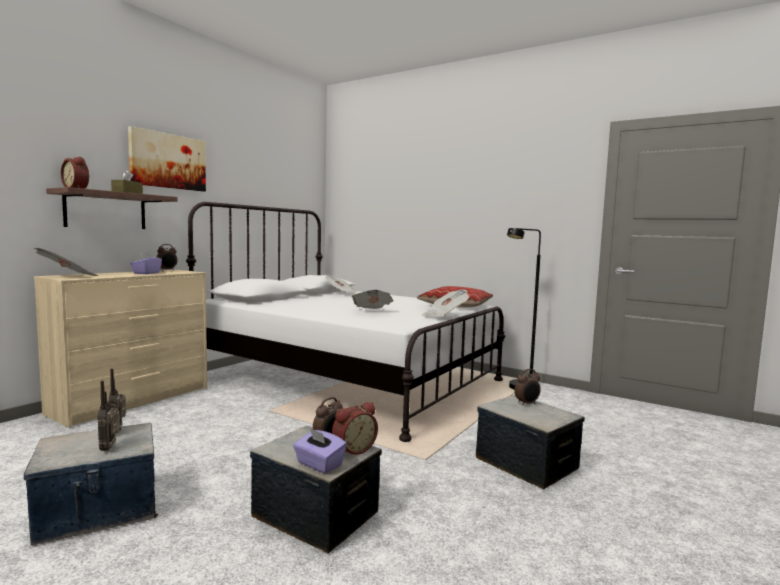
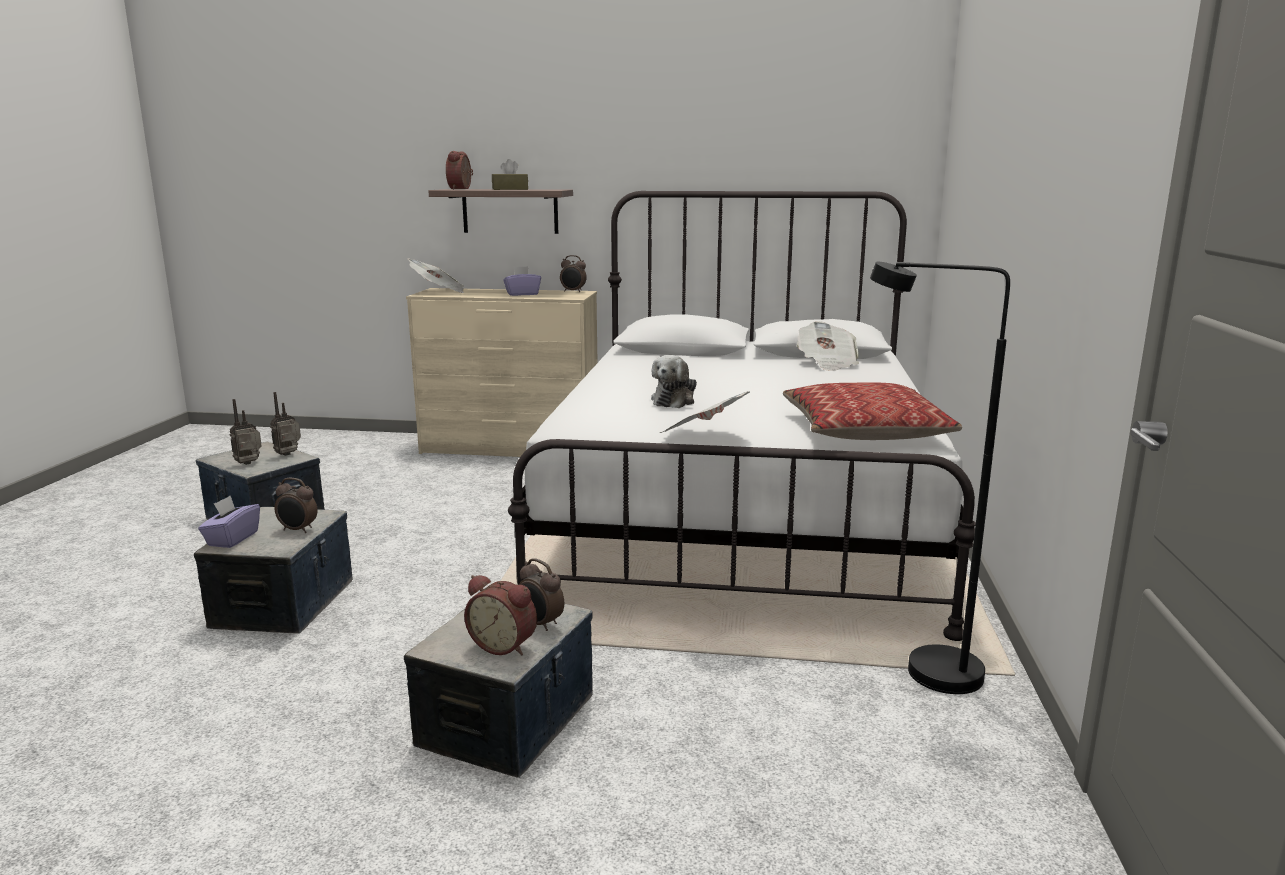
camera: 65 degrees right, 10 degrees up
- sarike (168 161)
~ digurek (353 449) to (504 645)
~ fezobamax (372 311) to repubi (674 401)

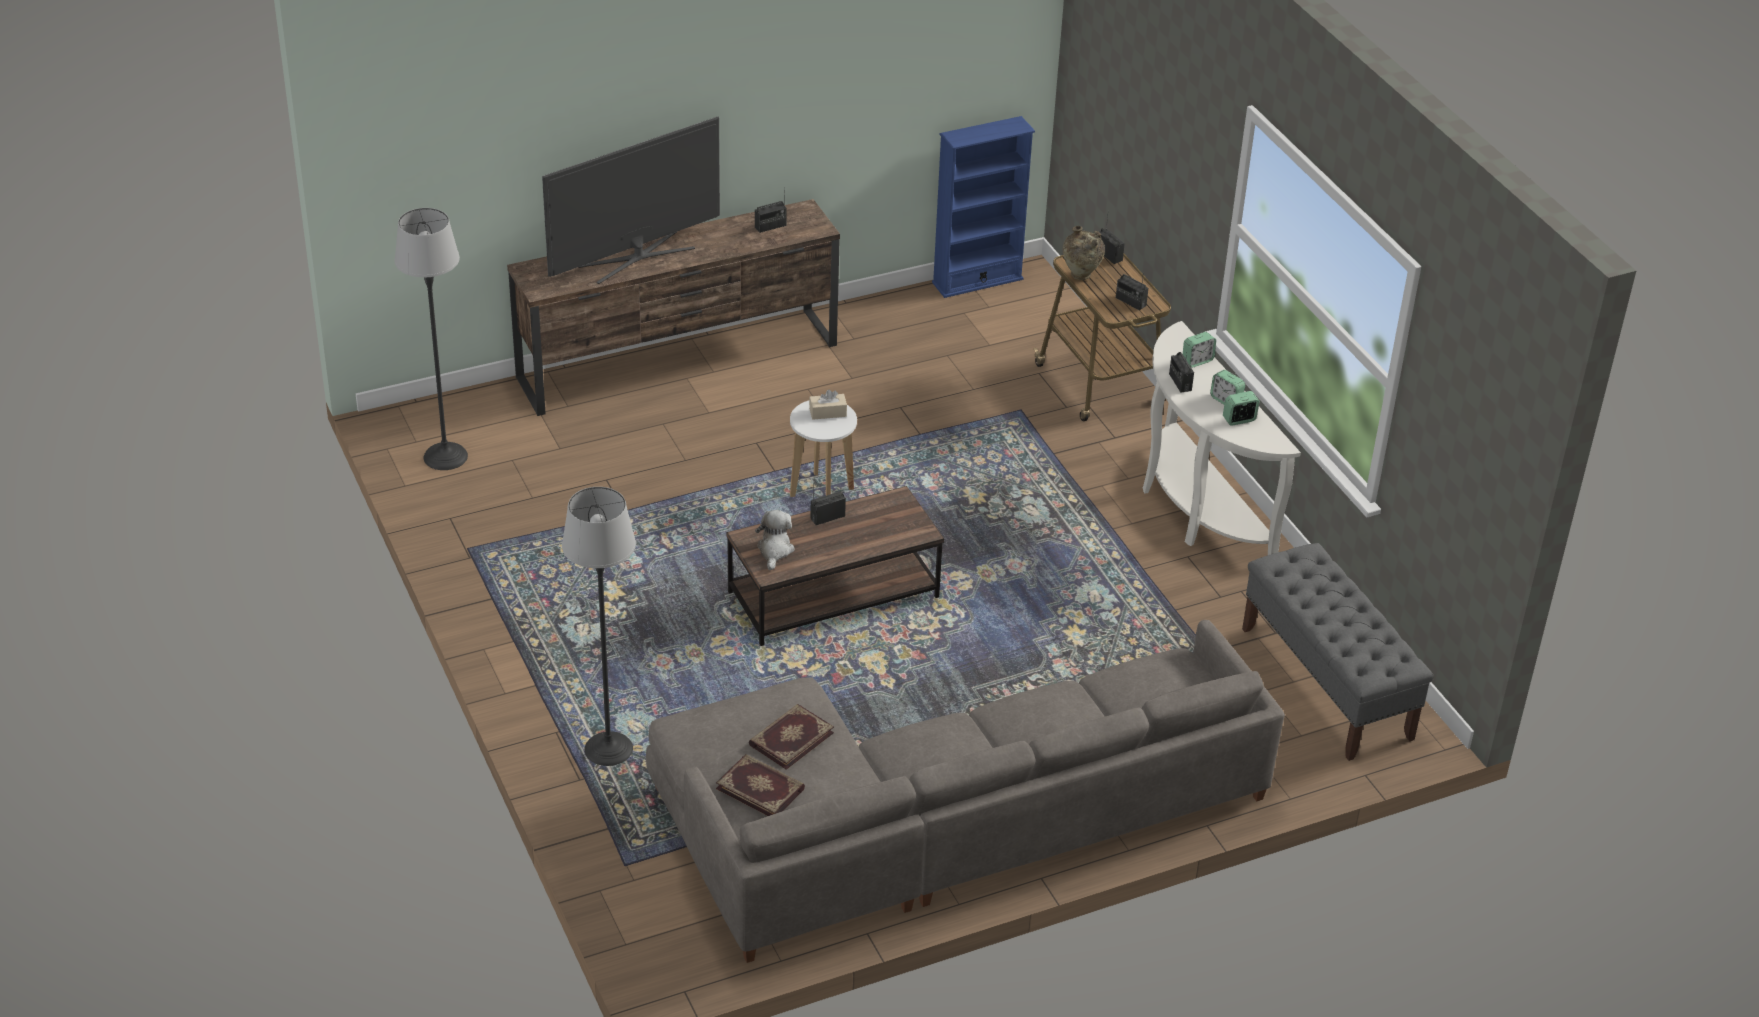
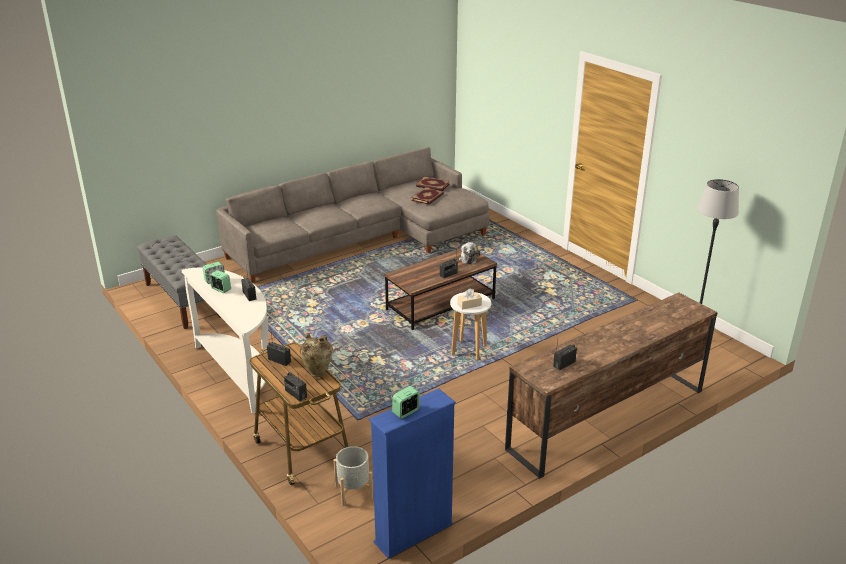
camera: 170 degrees right, 10 degrees down
- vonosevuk (637 257)
- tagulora (608 749)
~ digurek (1197 361) to (406 412)
+ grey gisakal (353 491)

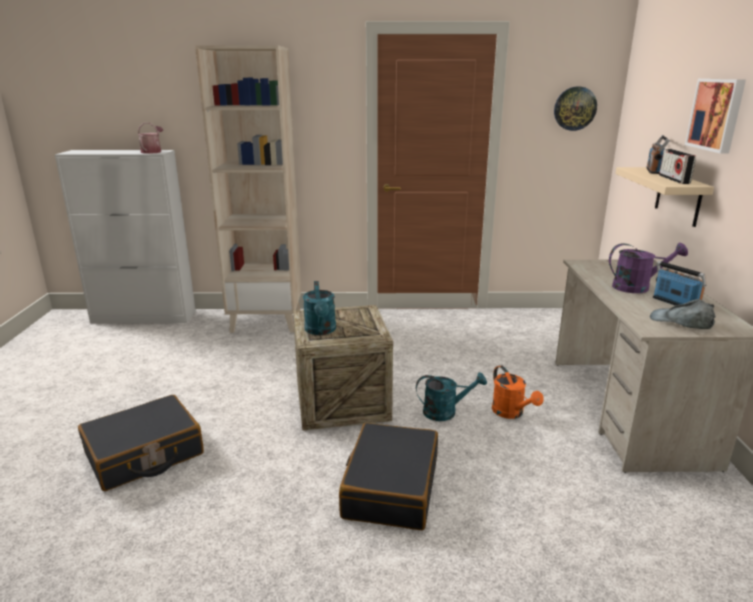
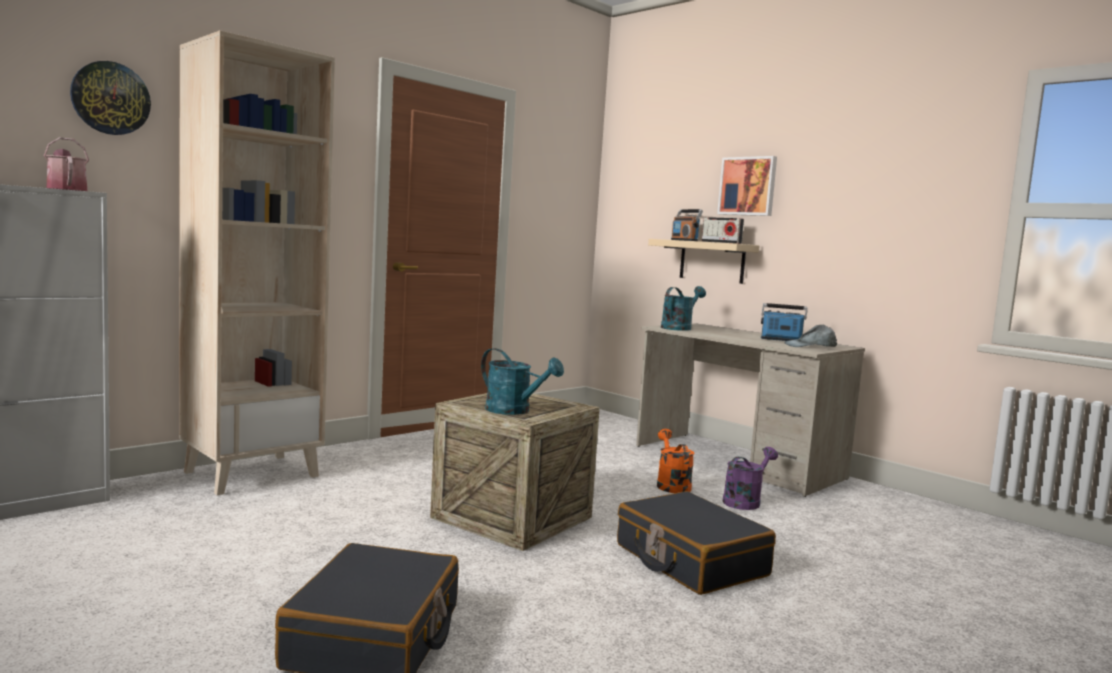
camera: 45 degrees left, 15 degrees down
~ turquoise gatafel (445 412) to (679 328)
~ orange gatafel (511 413) = (671 485) 120 degrees counterclockwise
~ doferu (574 108) to (110 98)
~ purple gatafel (637 287) to (745 501)

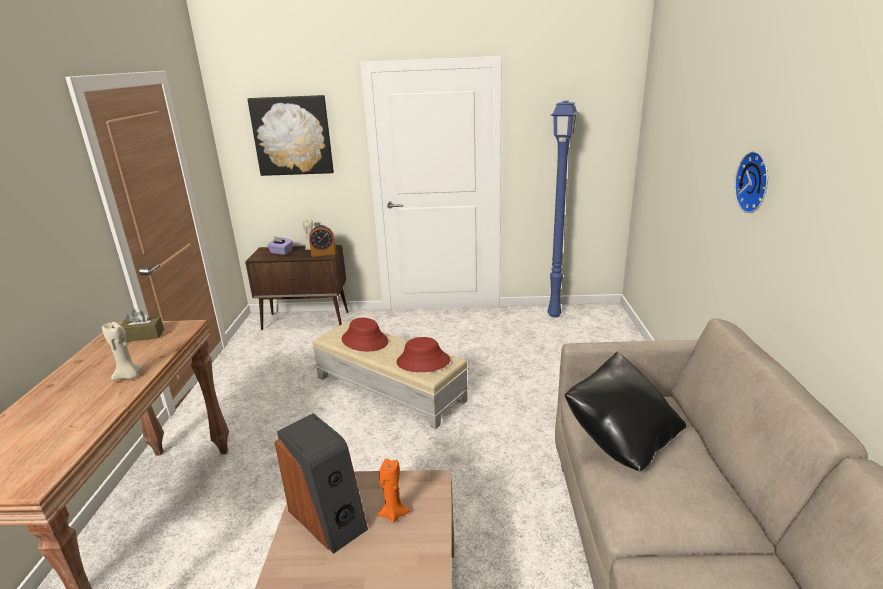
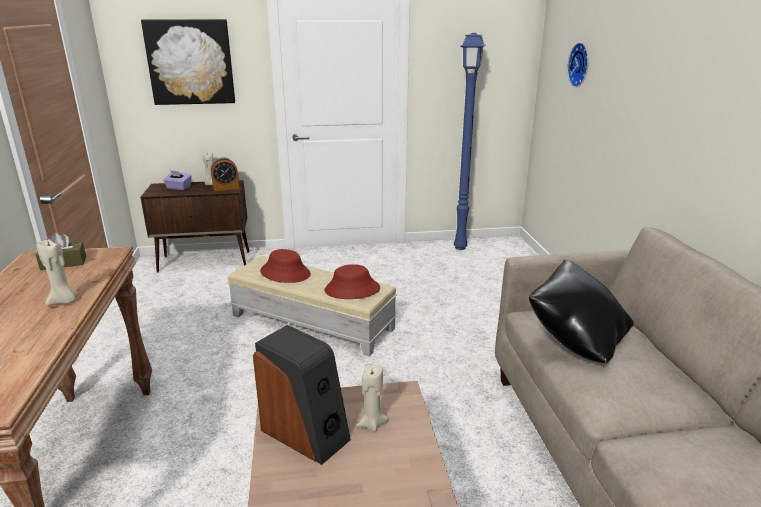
camera: 10 degrees left, 0 degrees up
~ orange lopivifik (393 514) to beige lopivifik (372 424)
~ doferu (755 182) to (581 65)

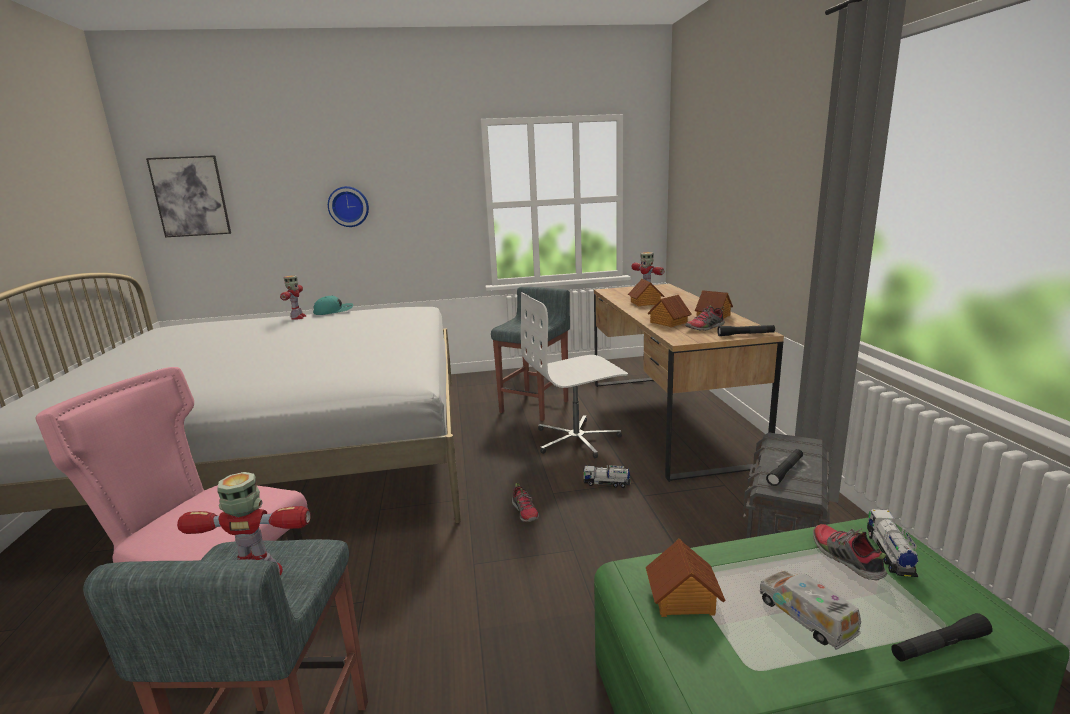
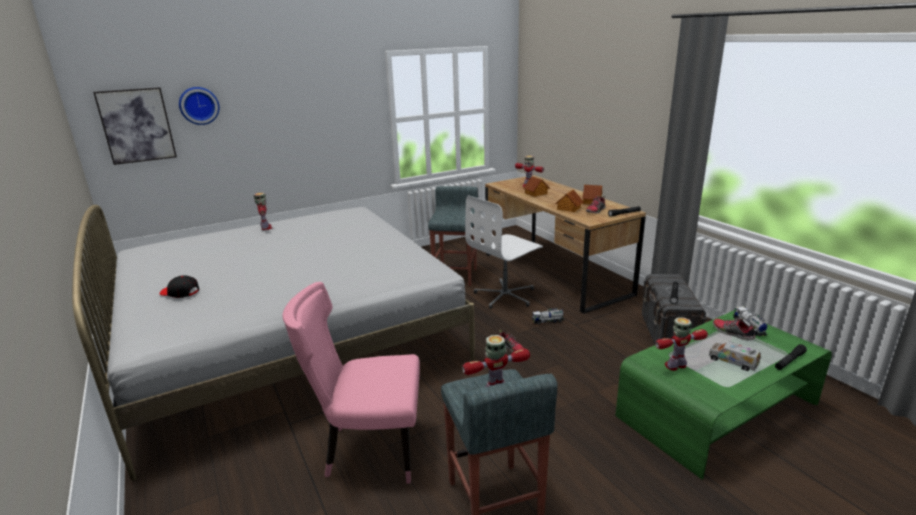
camera: 20 degrees left, 5 degrees up
- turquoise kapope (334 311)
~ doferu (348 206) to (199 105)
~ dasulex (682 598) to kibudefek (676 366)
+ black kapope (180 292)

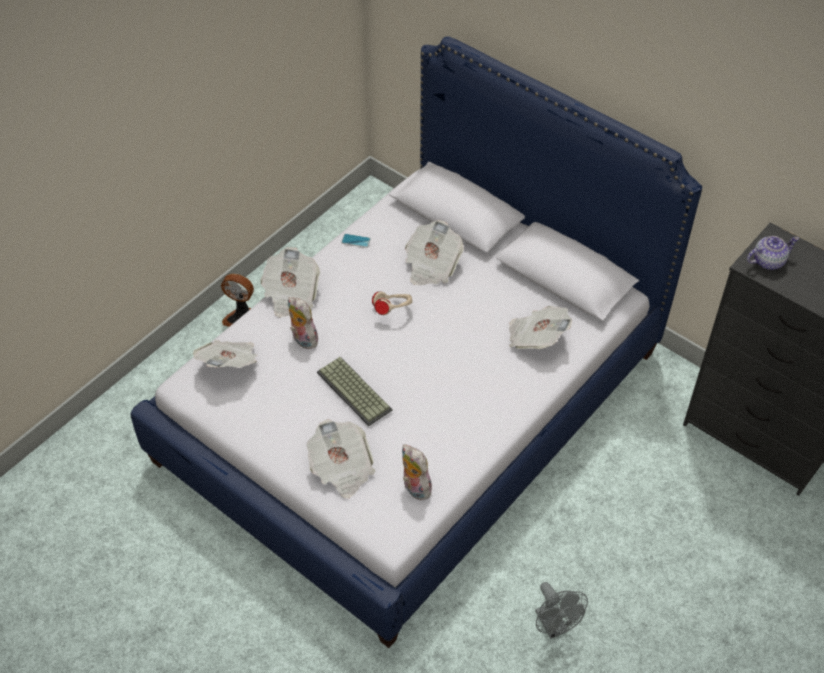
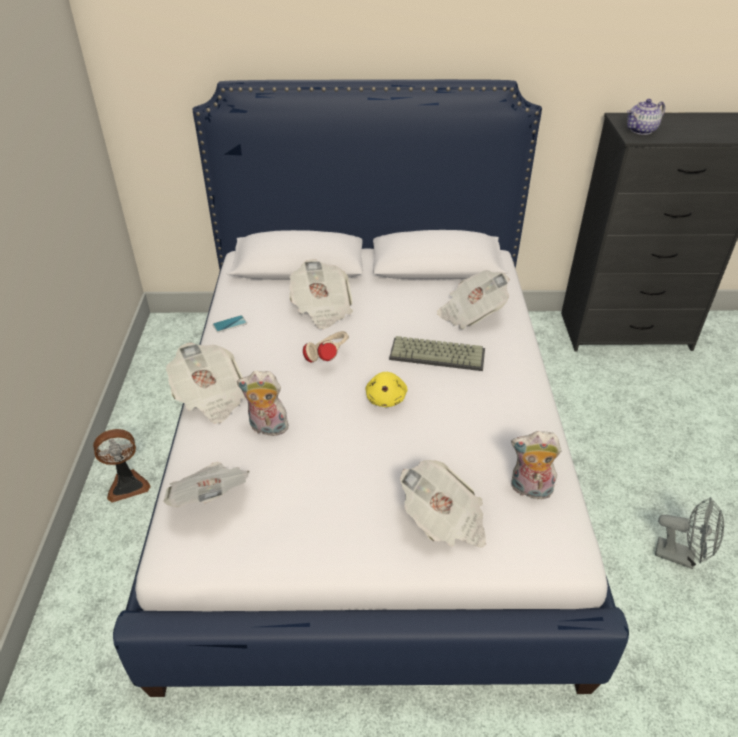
camera: 40 degrees left, 10 degrees down
~ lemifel (356 391) to (438 354)
~ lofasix (767 261) = (641 130) 150 degrees counterclockwise
+ yellow repubi (386 398)

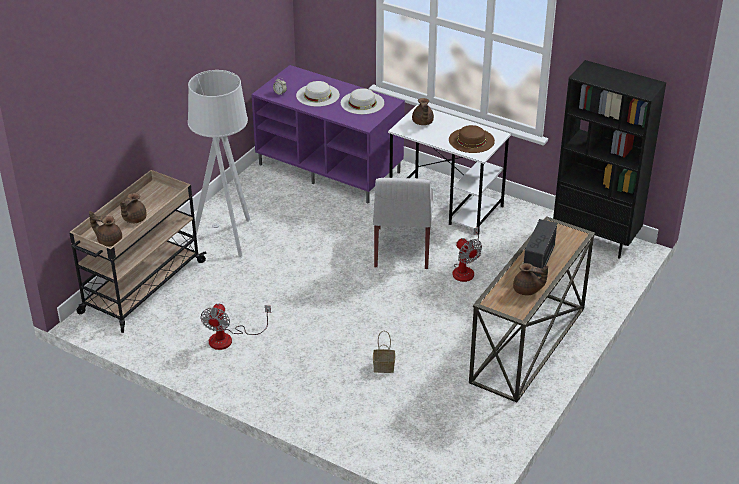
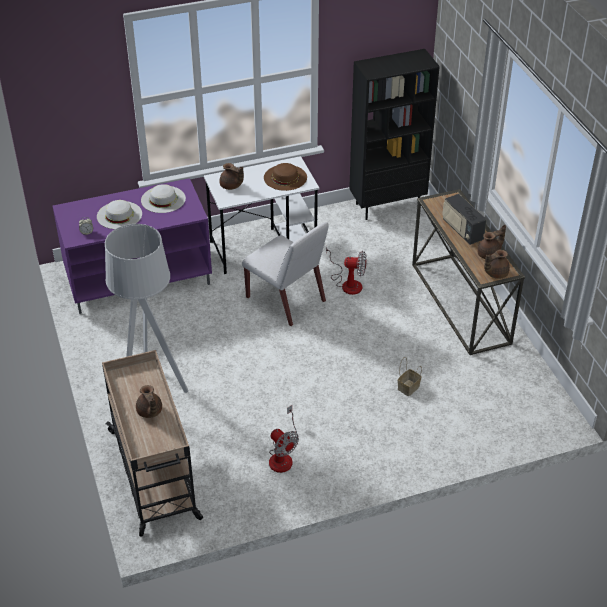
camera: 50 degrees left, 5 degrees up
~ brown lofasix (109 240) to (495 273)

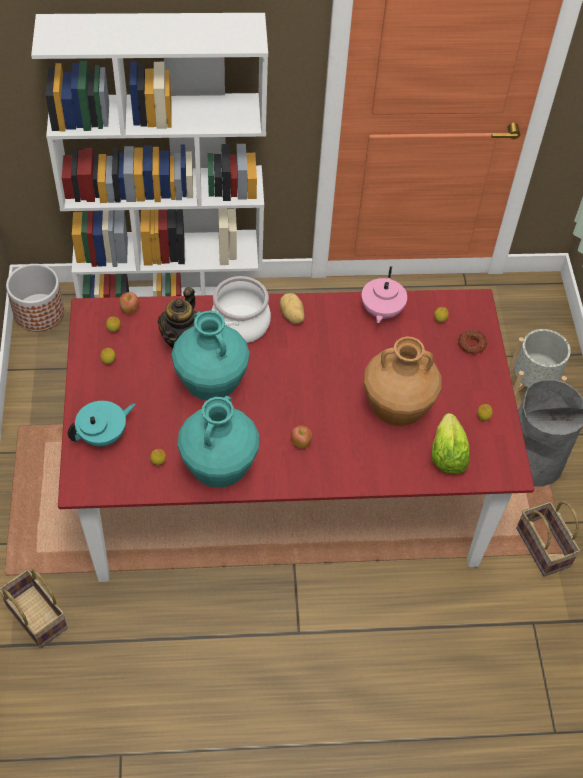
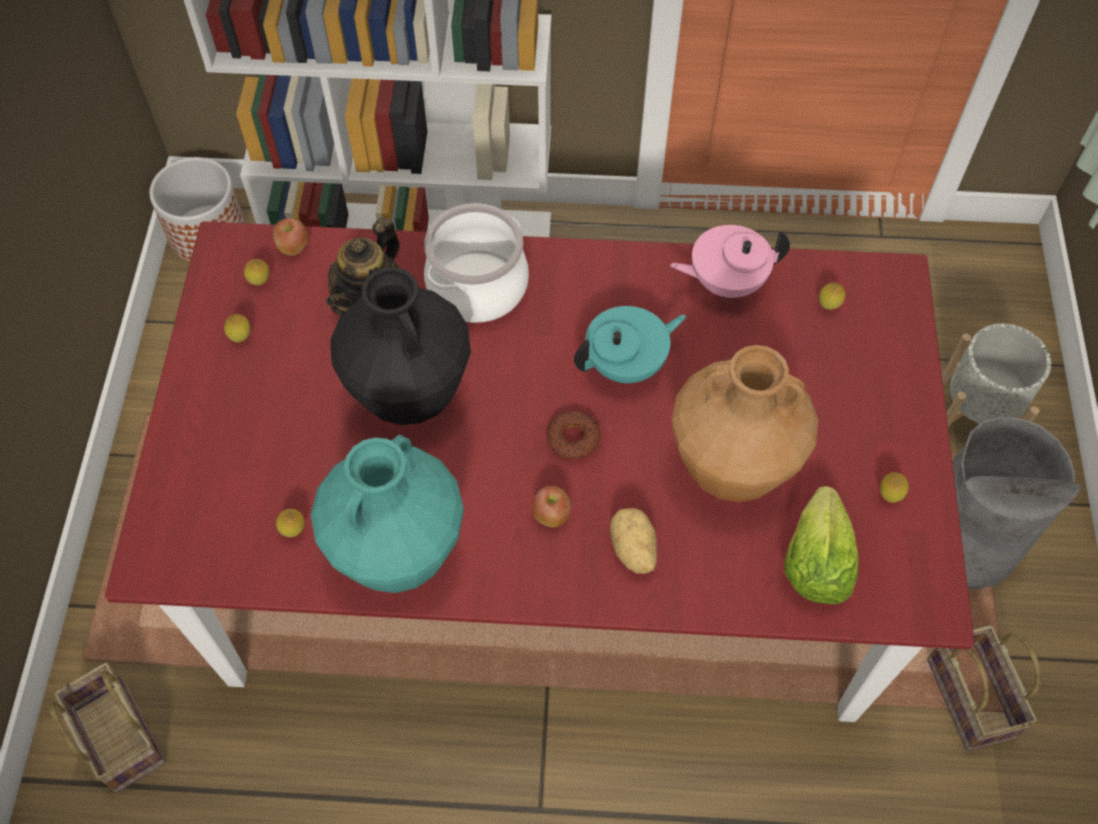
camera: 10 degrees right, 5 degrees up
~ turquoise lofasix (104 435) to (627 365)
~ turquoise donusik (212 386) to black donusik (410 395)
~ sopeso (291 316) to (632 550)
~ pink lofasix (381 311) = (725 282) 60 degrees clockwise
~ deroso (471 344) to (573 438)

